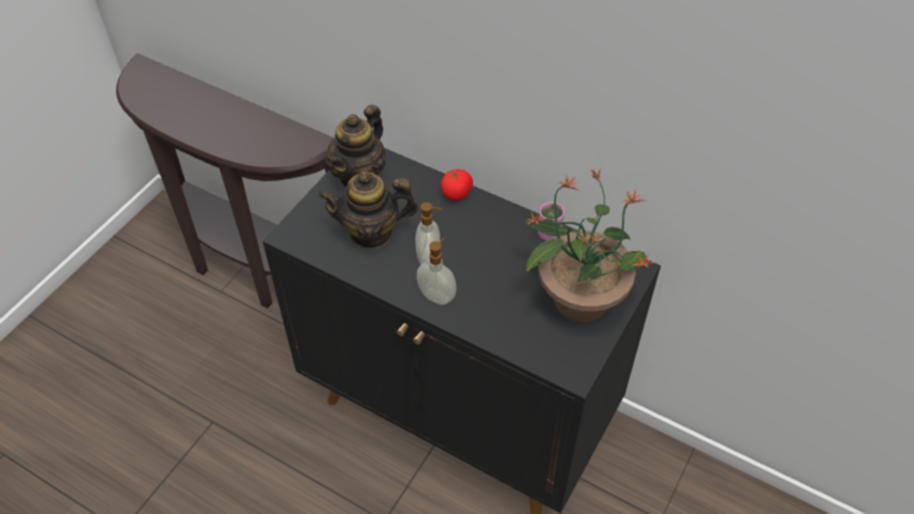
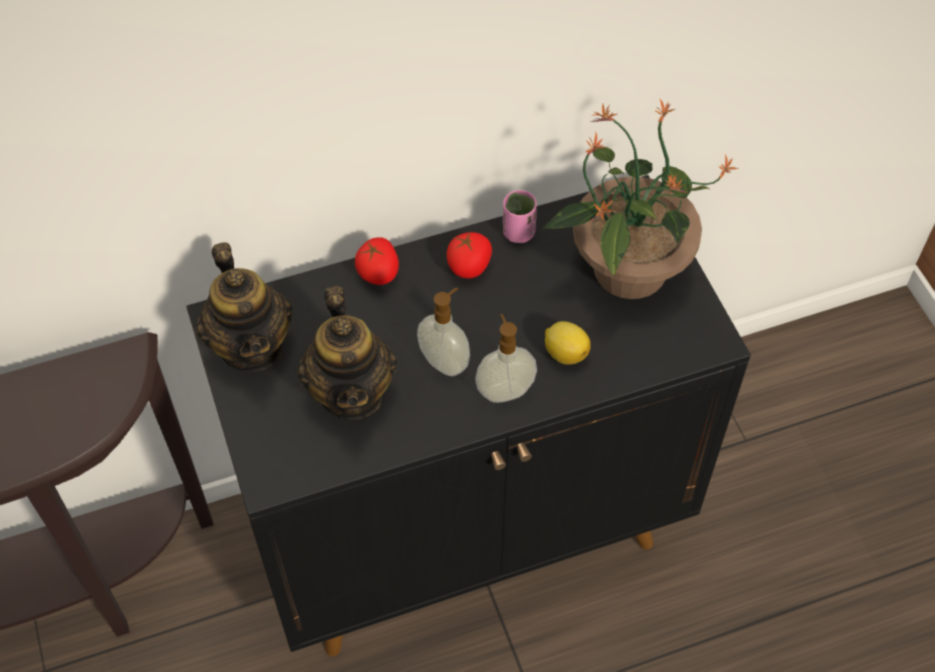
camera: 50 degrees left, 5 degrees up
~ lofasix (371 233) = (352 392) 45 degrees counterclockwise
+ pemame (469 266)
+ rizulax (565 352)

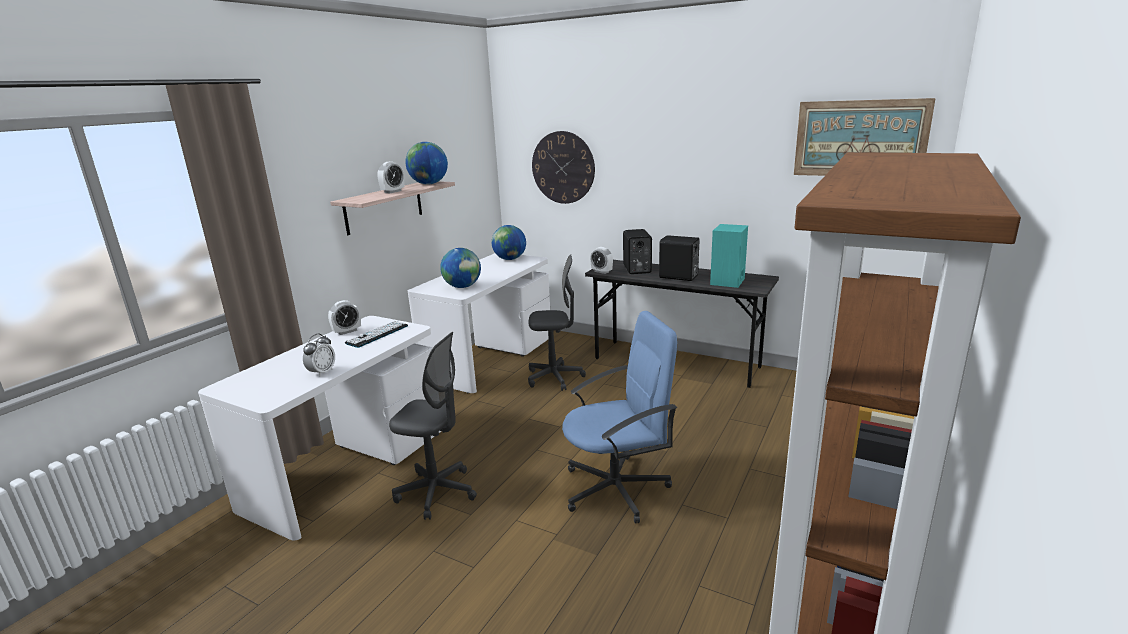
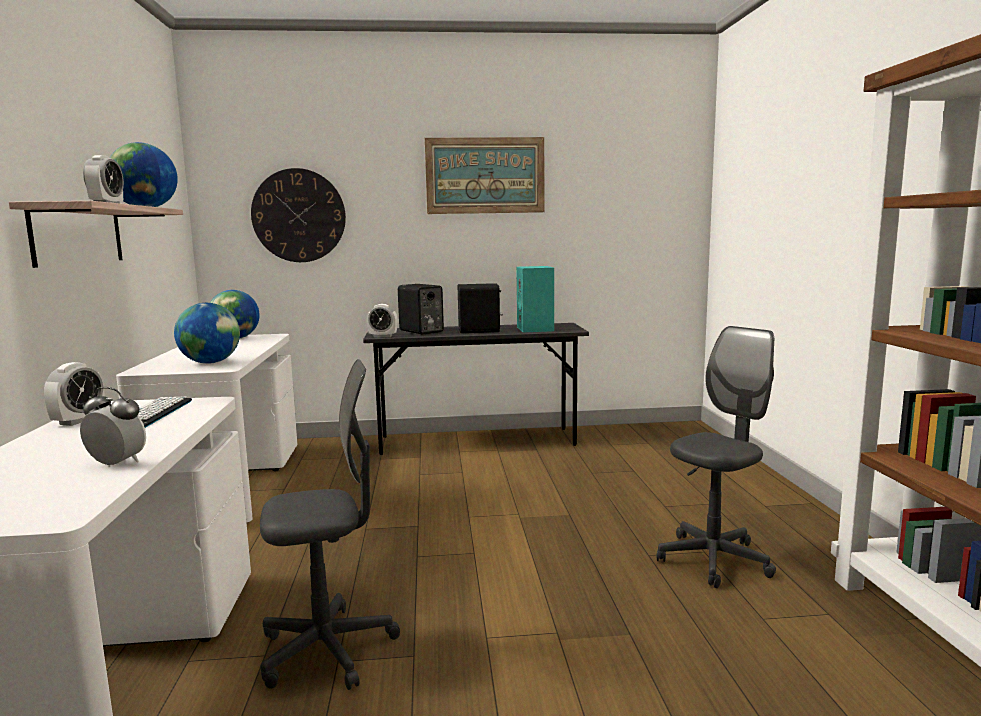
camera: 35 degrees left, 10 degrees down
~ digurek (322 372) = (117 464) 60 degrees counterclockwise
~ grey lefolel (554 378) to (713 560)
- blue lefolel (617 488)
~ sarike (860 138) to (485 175)

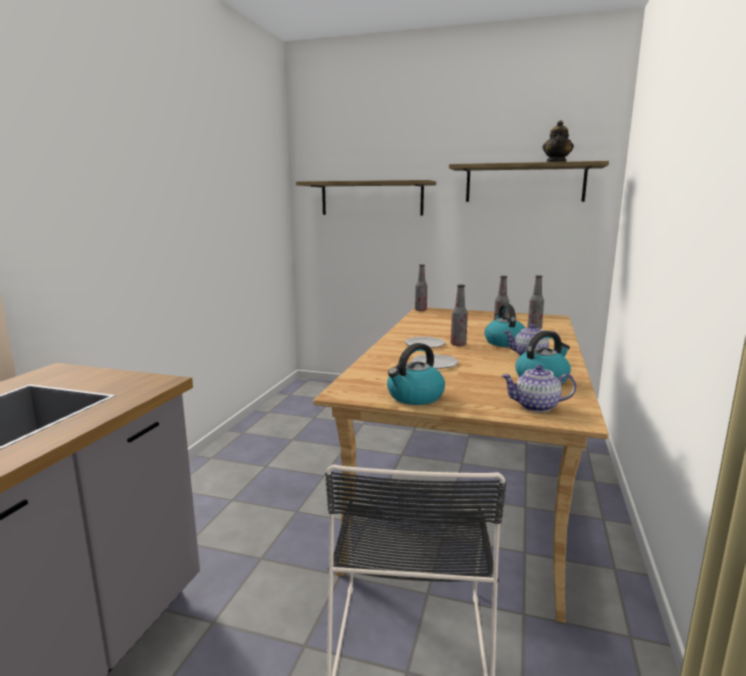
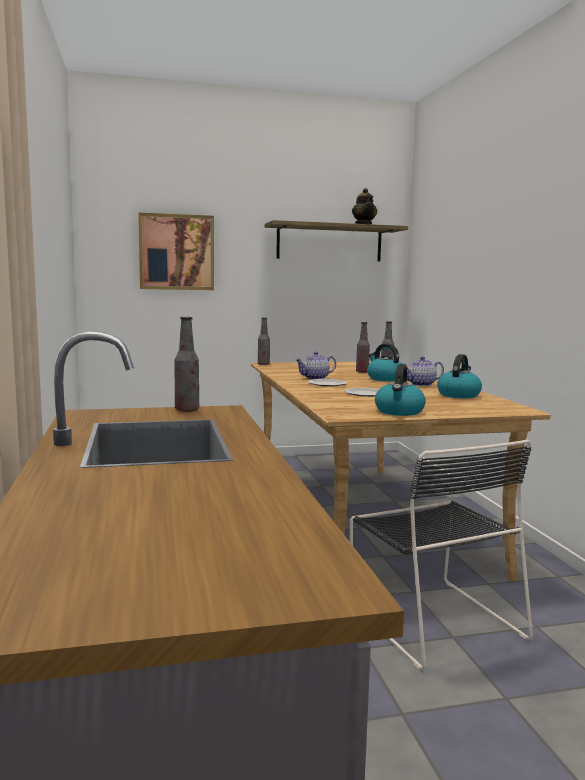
camera: 30 degrees left, 5 degrees down
~ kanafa (371 198) to sarike (176 252)
~ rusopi (458 344) to (187 410)
~ lofasix (536 406) to (315 378)

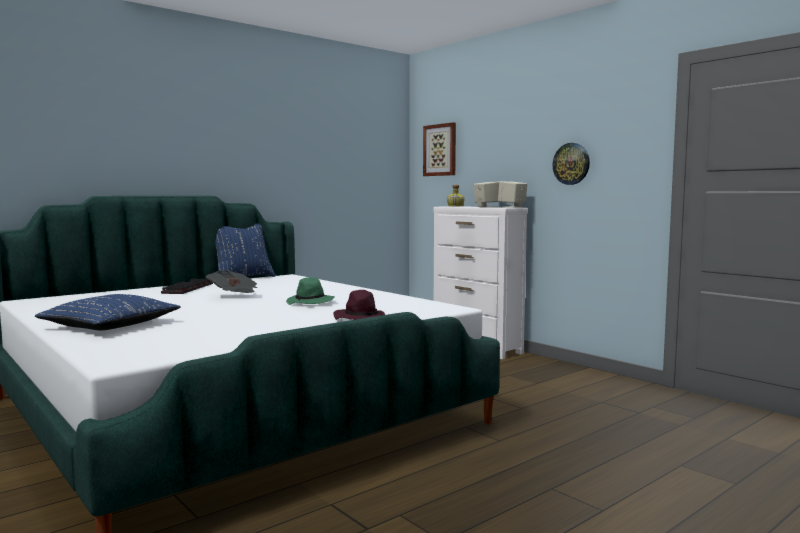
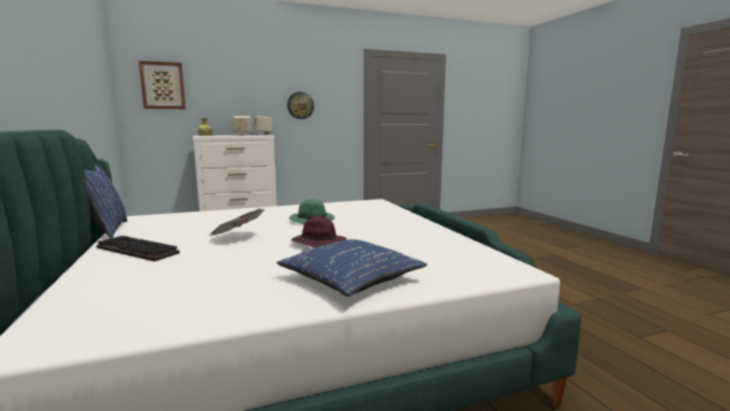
camera: 70 degrees left, 5 degrees up
~ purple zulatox (360 319) to (318 243)

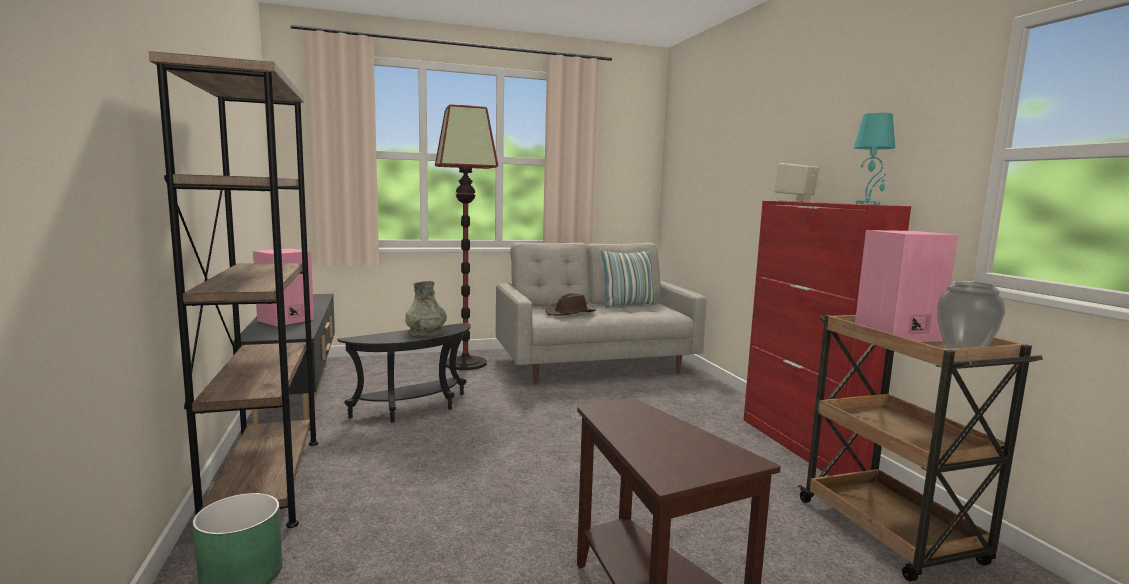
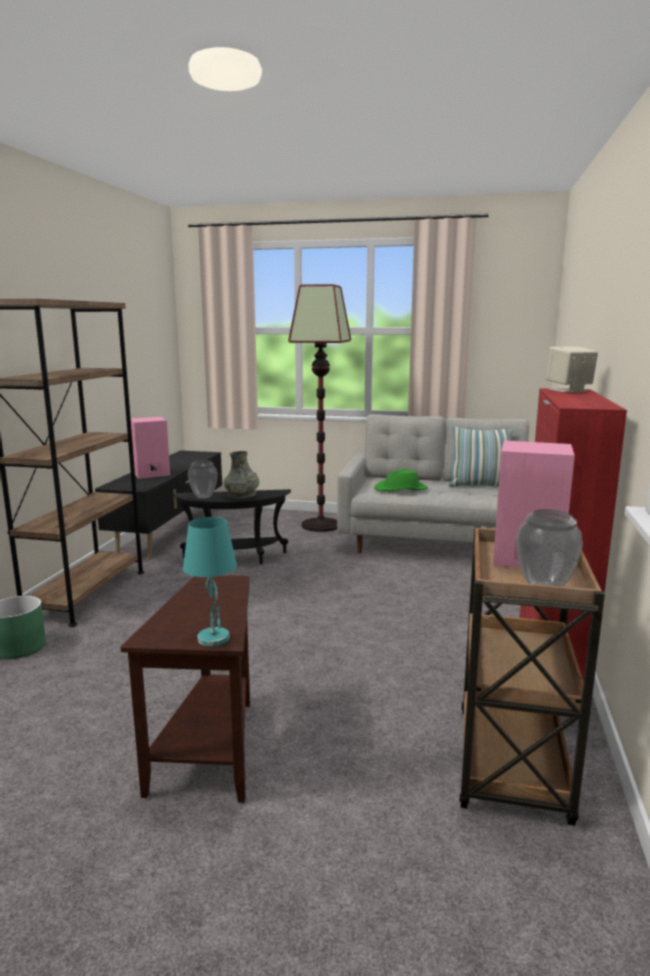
camera: 30 degrees right, 5 degrees up
~ brown zulatox (570 313) to green zulatox (401 489)
~ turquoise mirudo (868 204) to (214 638)
+ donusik (204 497)

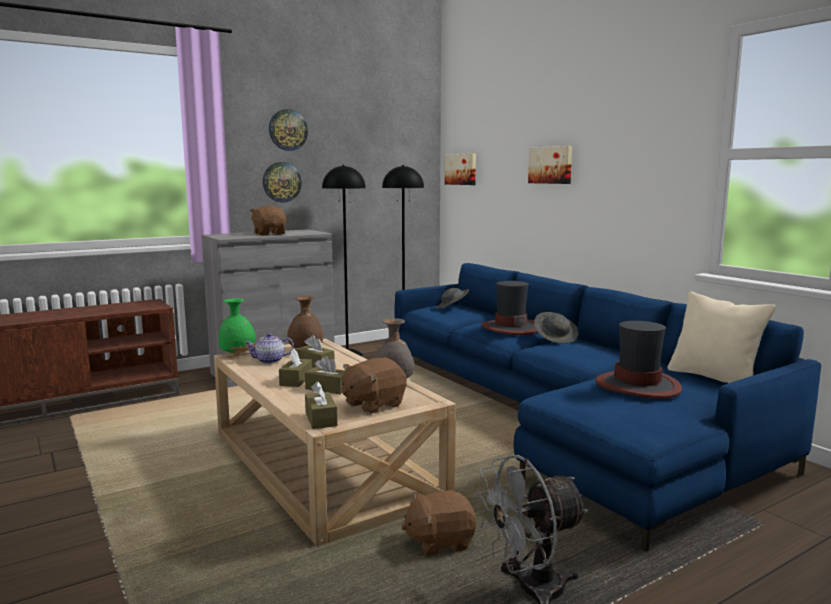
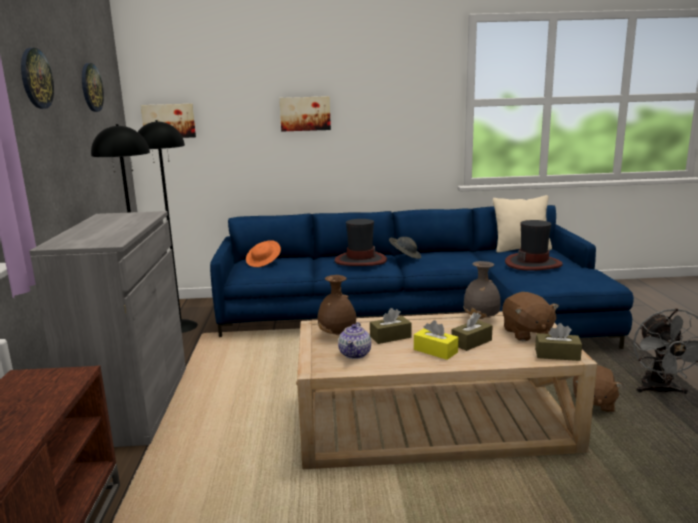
camera: 60 degrees left, 5 degrees up
- green donusik (238 354)
- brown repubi (270 234)
~ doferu (281 182) to (91 87)
~ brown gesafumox (296 380) to yellow gesafumox (435 351)
~ grey zulatox (452 308) to orange zulatox (264 262)

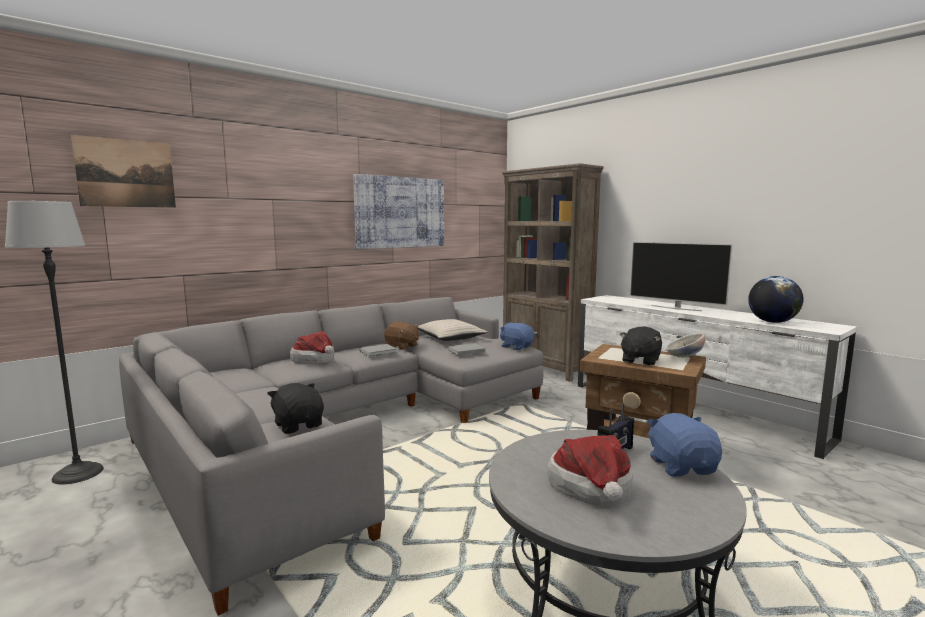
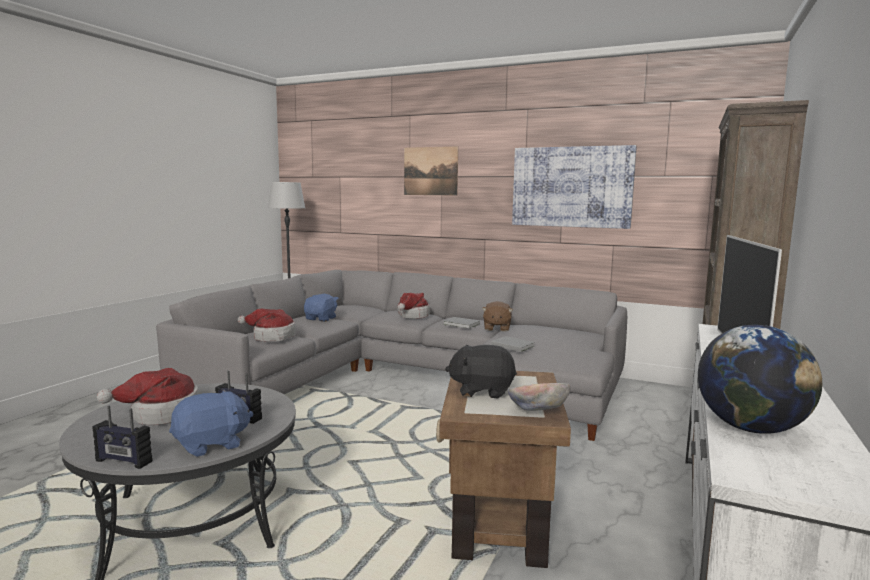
camera: 65 degrees right, 0 degrees up
~ sarike (126 173) to (430 171)
~ black repubi (299 425) to zulatox (271 337)
- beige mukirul (450 337)
~ blue repubi (516 347) to (321 319)
+ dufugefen (123 461)

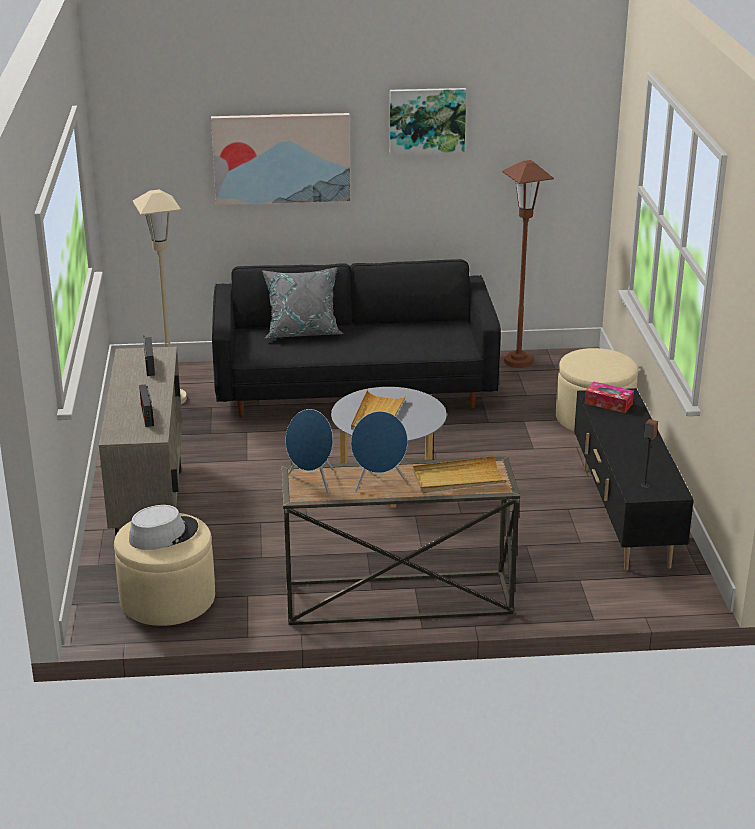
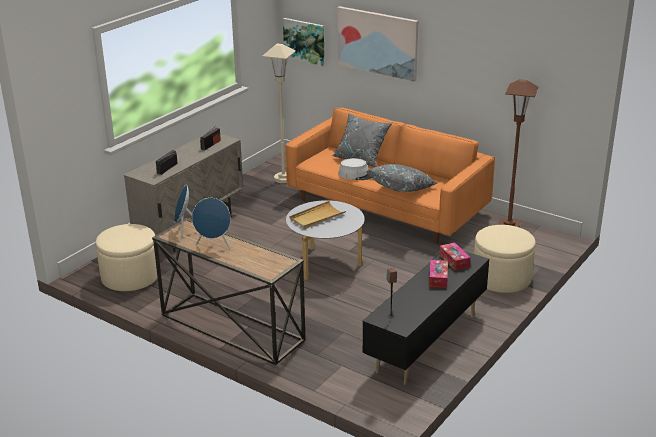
camera: 40 degrees right, 0 degrees up
~ grey zulatox (163 534) to (357 174)
~ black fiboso (354 386) to orange fiboso (387 206)
~ sarike (427 120) to (304 41)
- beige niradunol (458 478)
+ grey mukirul (402 189)
+ gesafumox (438 278)

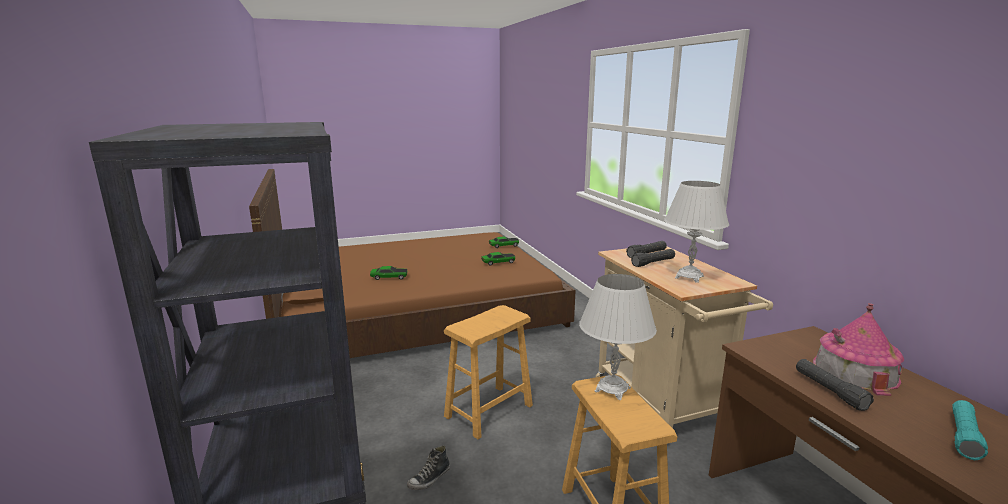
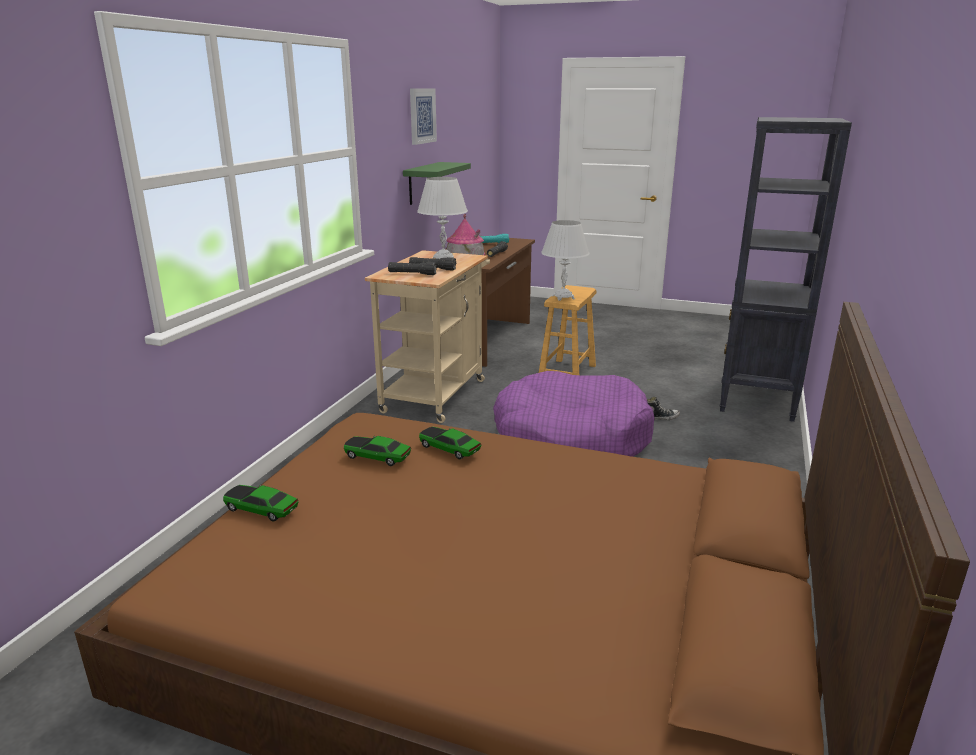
camera: 140 degrees left, 5 degrees up
~ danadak (389 277) to (449 449)
~ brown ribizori (489 411) to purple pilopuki (571 436)
+ green kanafa (422 183)
+ sarike (422 116)

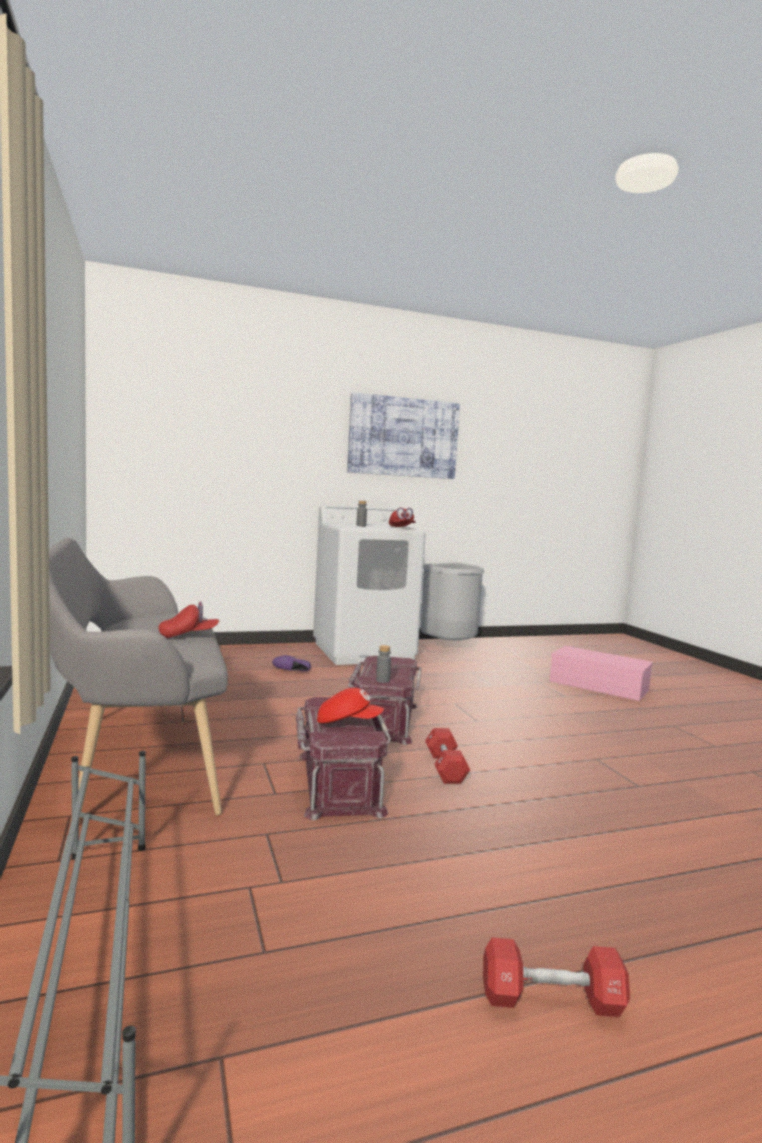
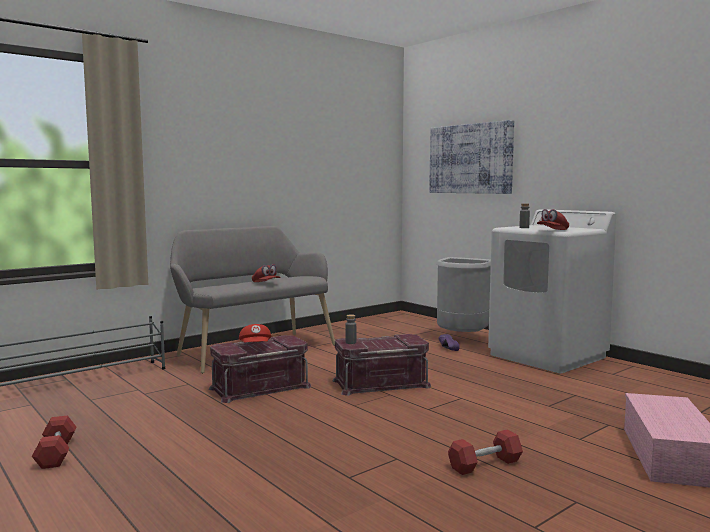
camera: 70 degrees right, 0 degrees up
~ sarike (403 437) to (471 159)
~ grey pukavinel (449 647) to (462 339)
~ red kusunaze (445 767) to (485 464)

